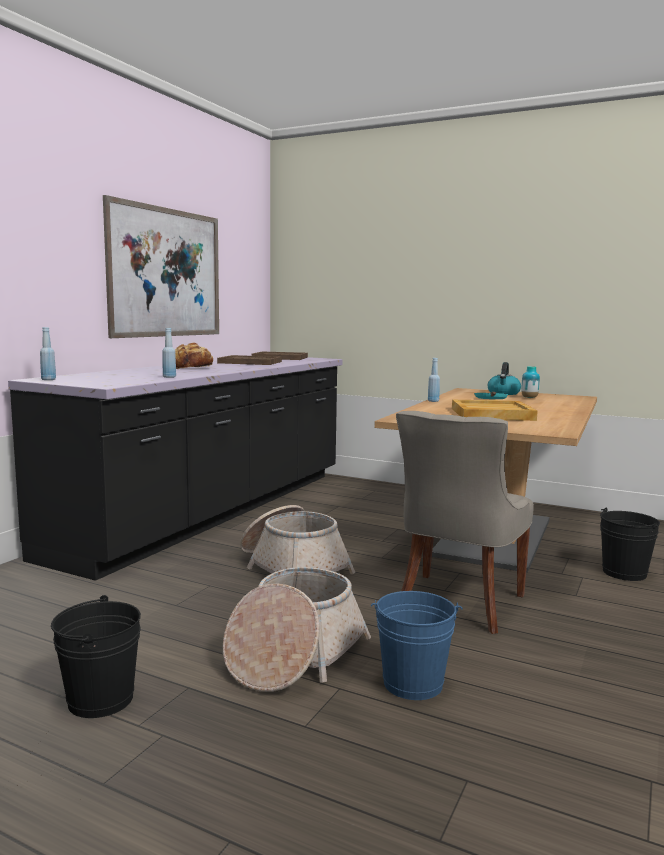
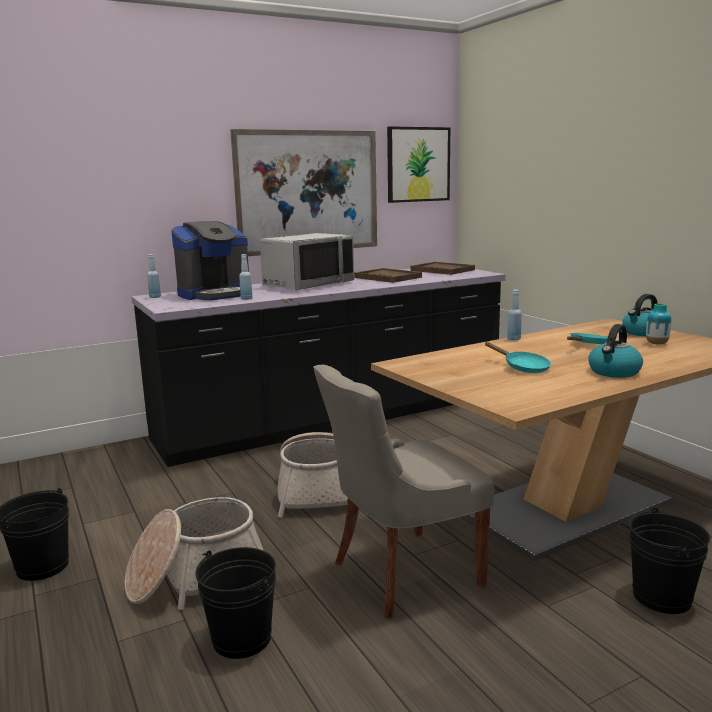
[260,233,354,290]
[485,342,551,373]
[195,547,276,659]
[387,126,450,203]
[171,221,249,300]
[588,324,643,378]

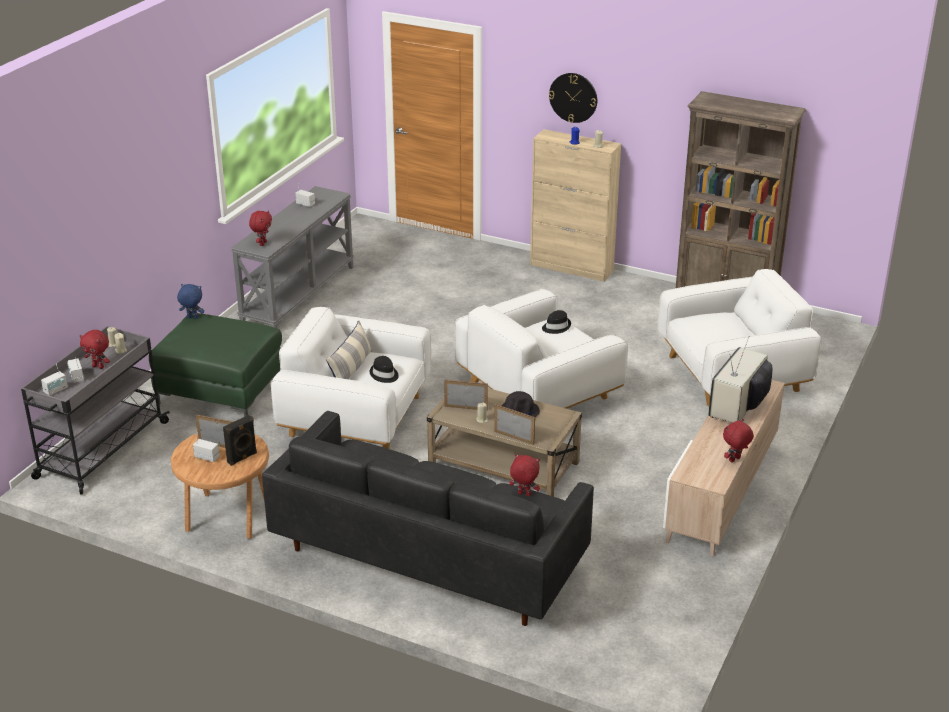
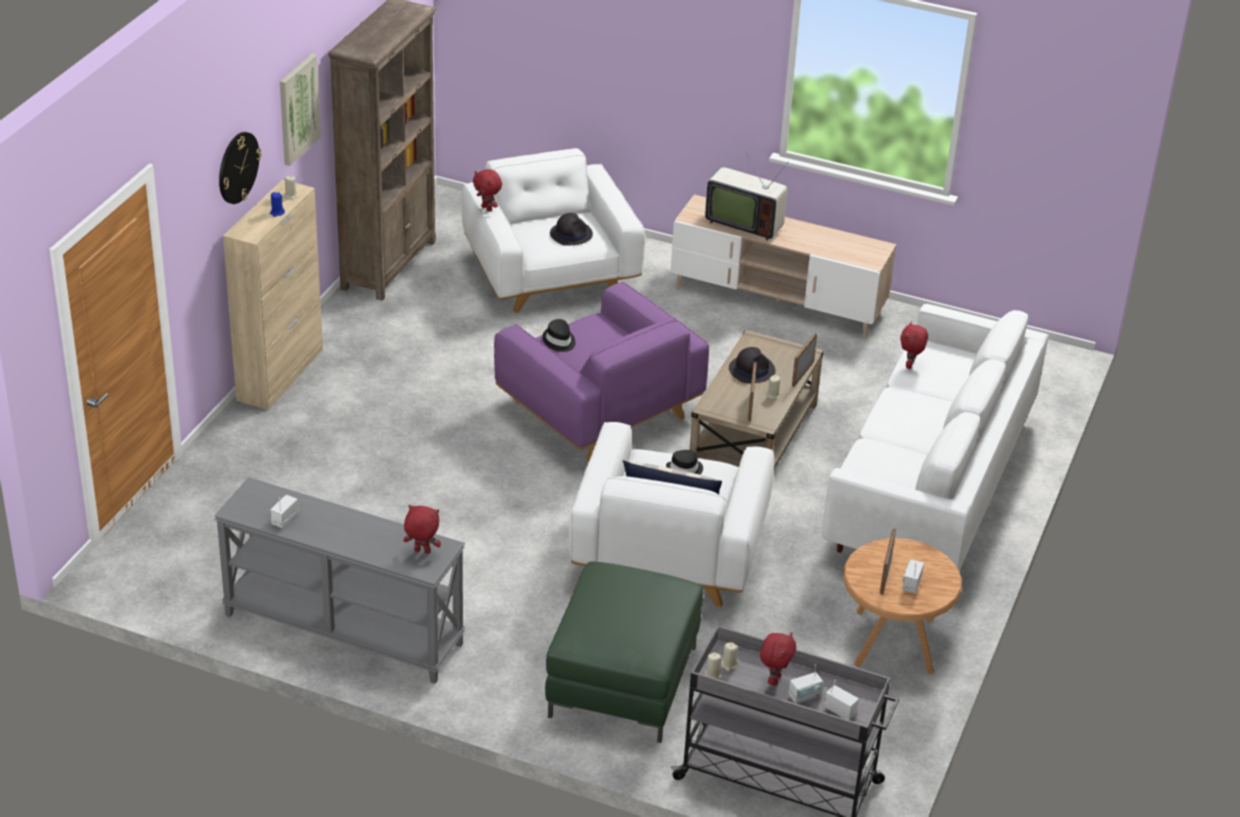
[177,284,204,319] (first image)
[494,282,709,461]
[822,304,1048,571]
[223,415,257,466] (first image)
[473,169,502,212]
[280,54,321,166]
[550,213,593,246]

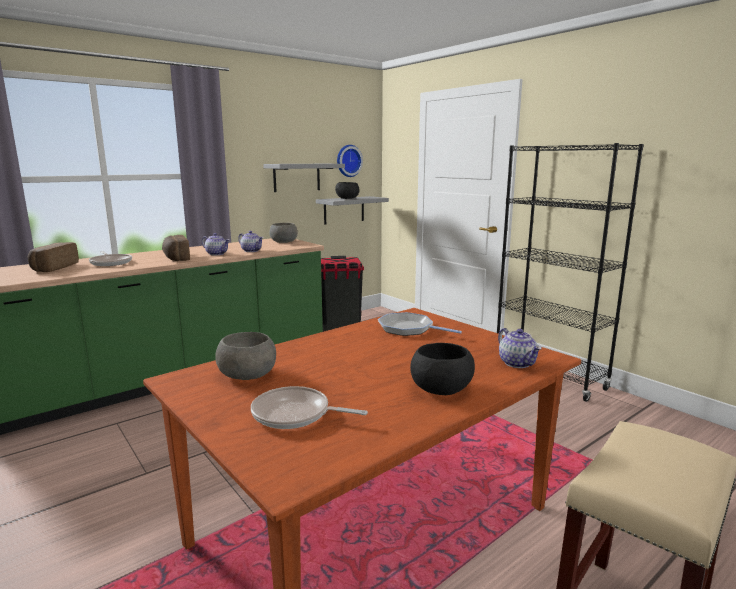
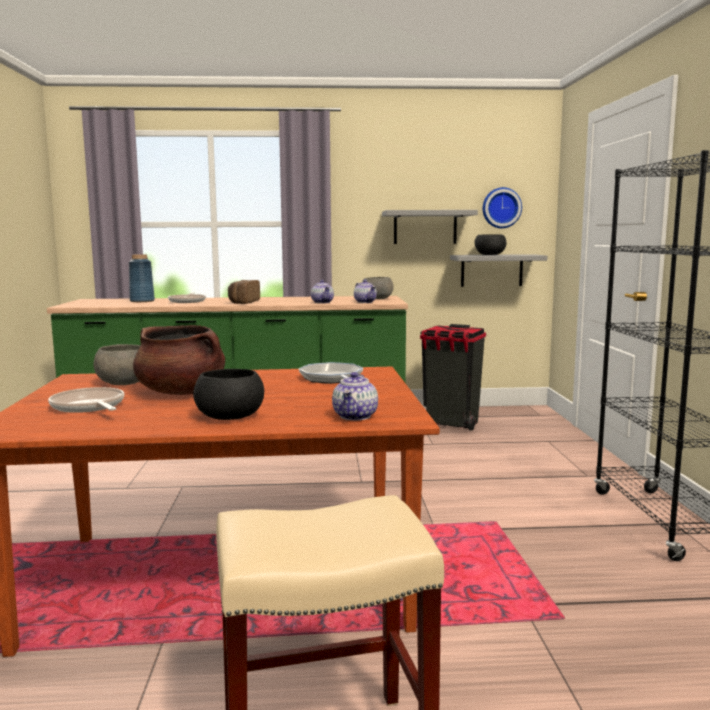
[354,280,377,303]
[129,254,155,302]
[133,325,225,395]

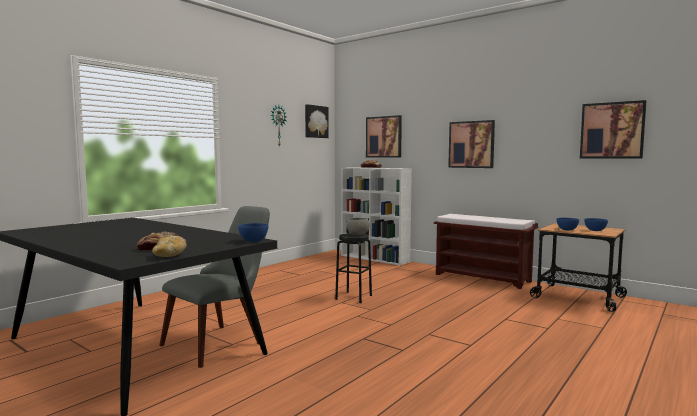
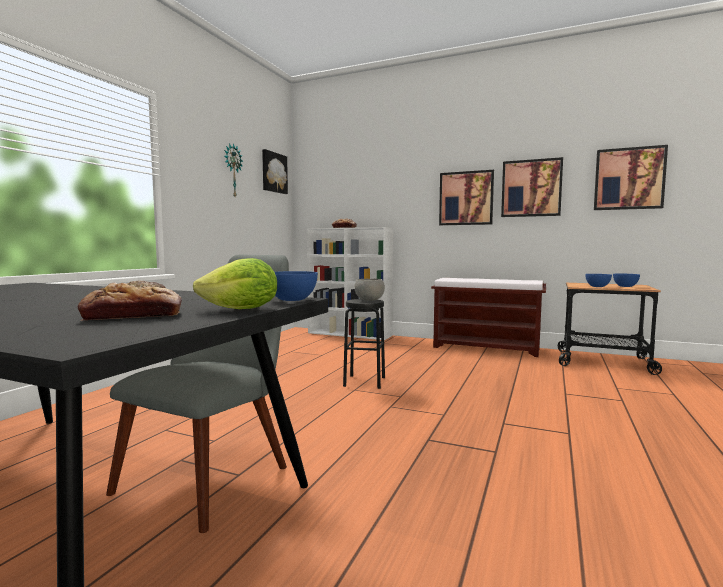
[501,157,563,217]
[152,236,187,257] (first image)
[193,258,277,309]

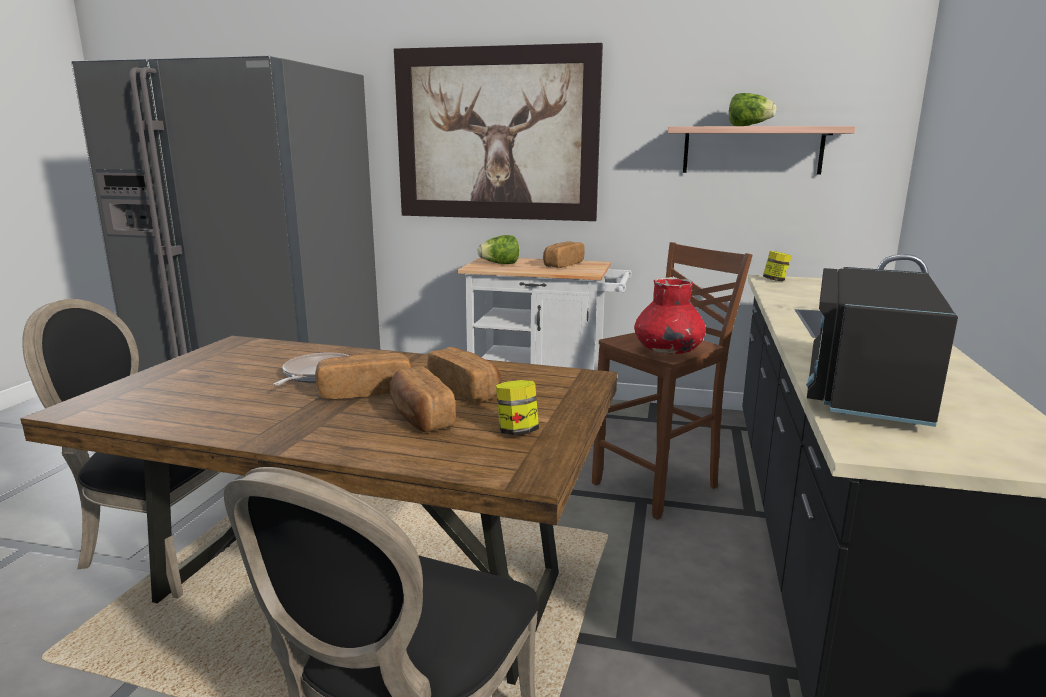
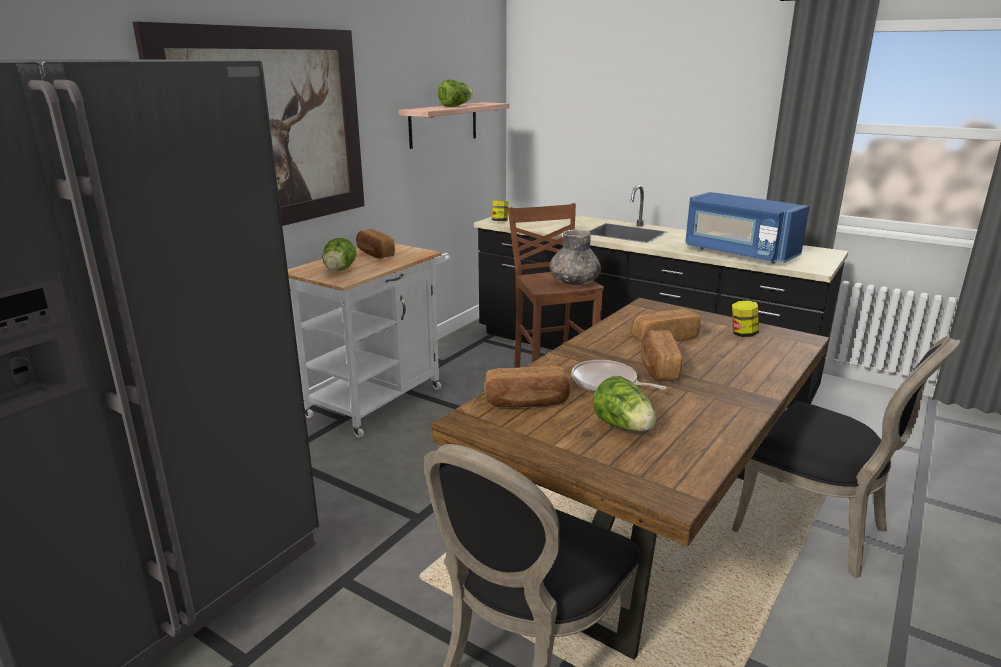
[685,192,810,264]
[550,229,601,285]
[485,366,570,407]
[593,376,656,431]

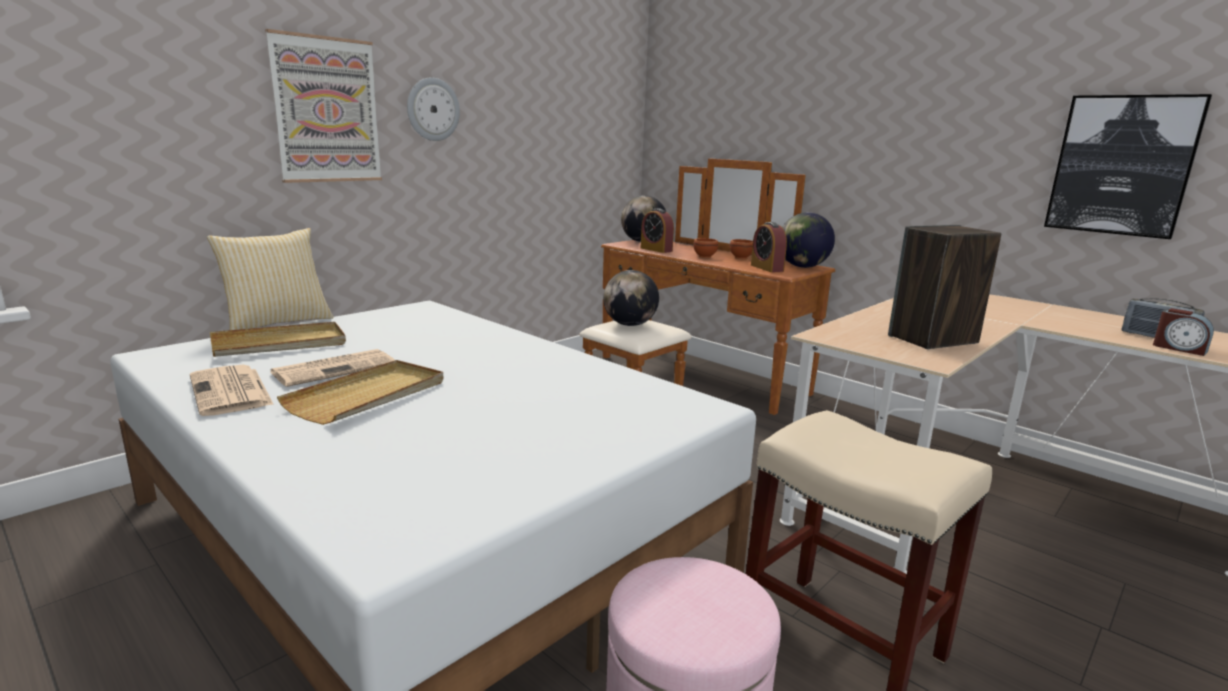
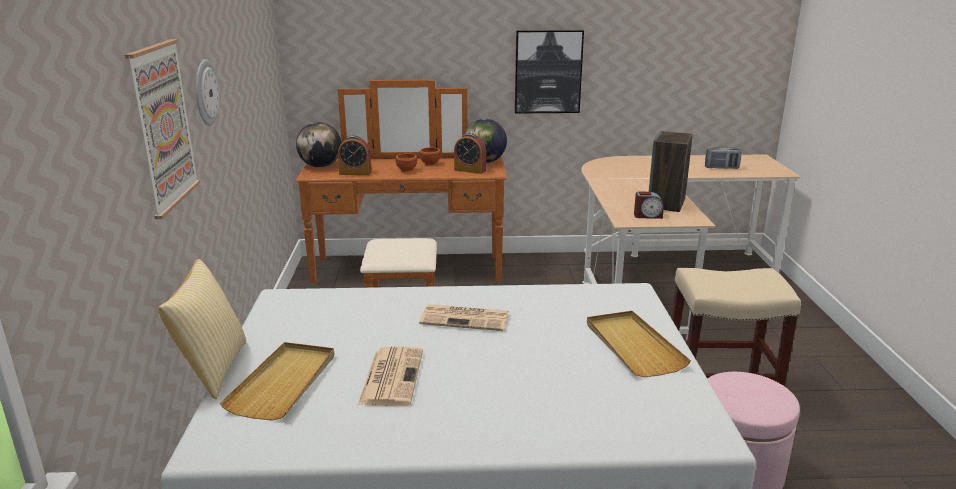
[515,30,584,114]
[603,270,659,326] (first image)
[634,192,664,219]
[587,311,691,377]
[419,304,509,331]

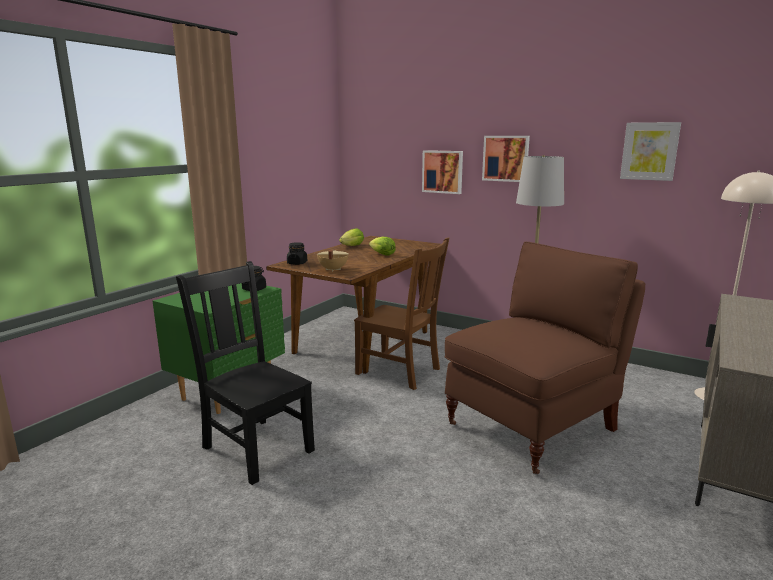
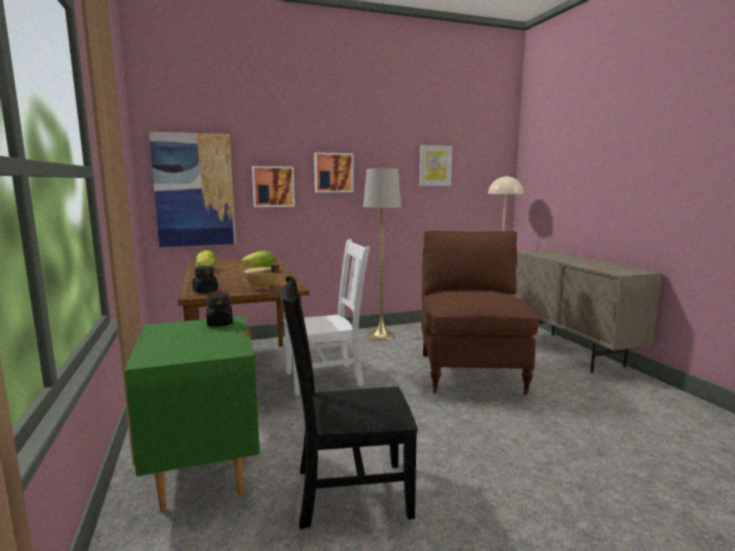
[284,239,370,396]
[149,132,236,247]

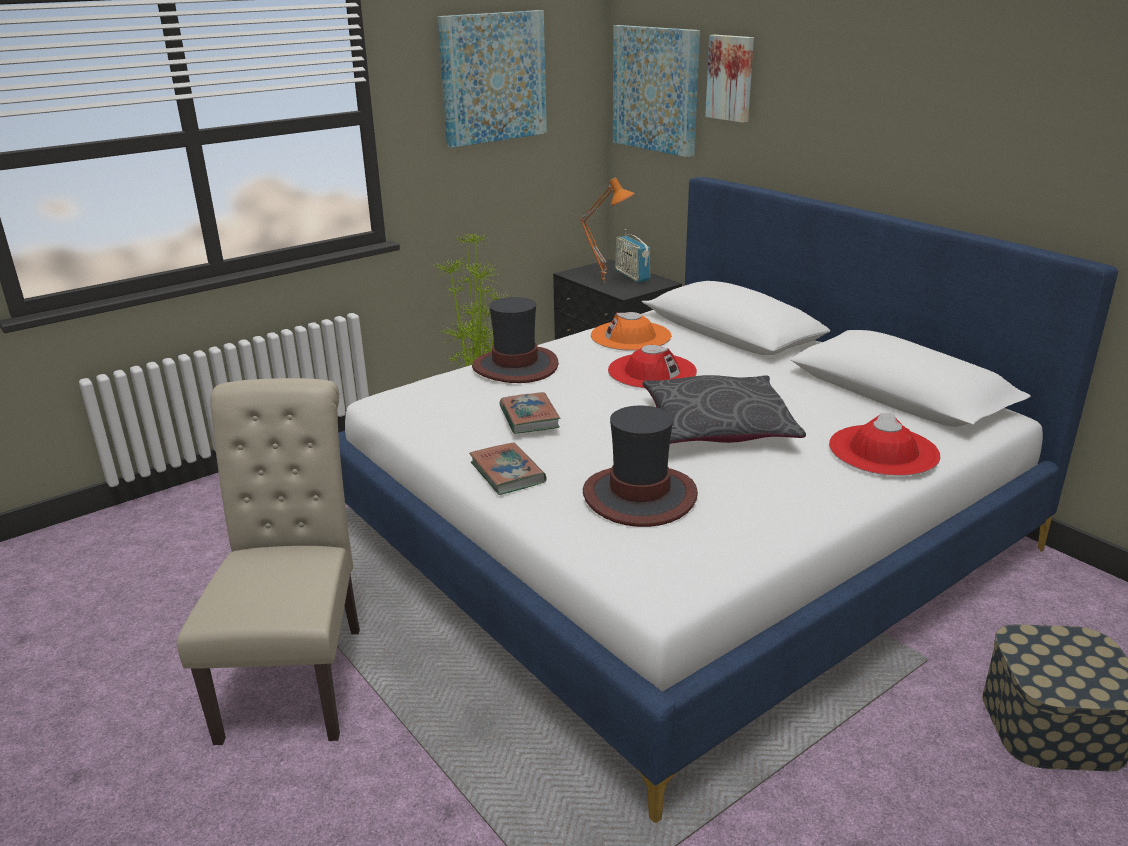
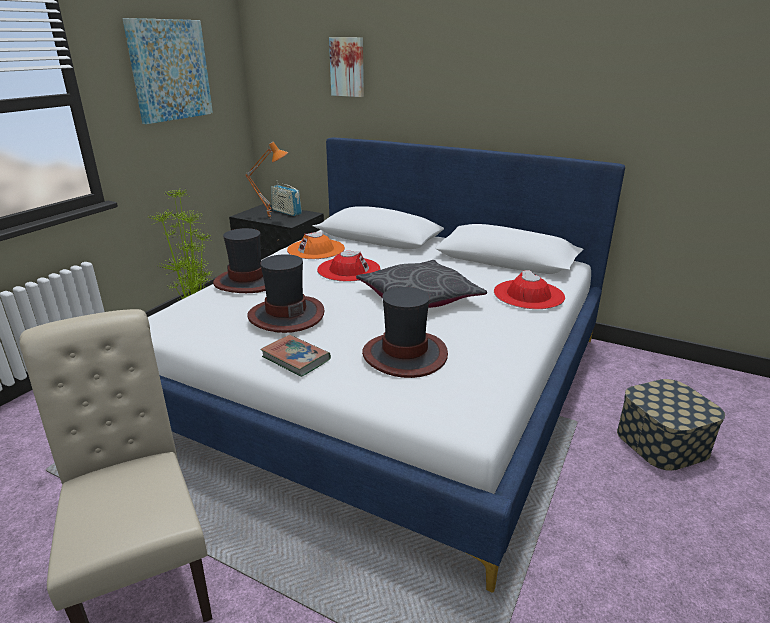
[613,25,700,158] (first image)
[247,254,325,333]

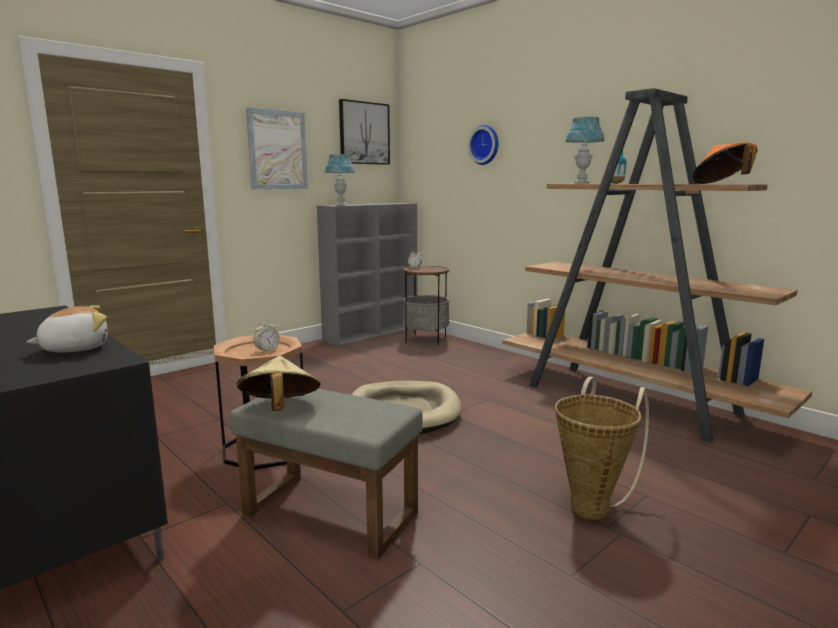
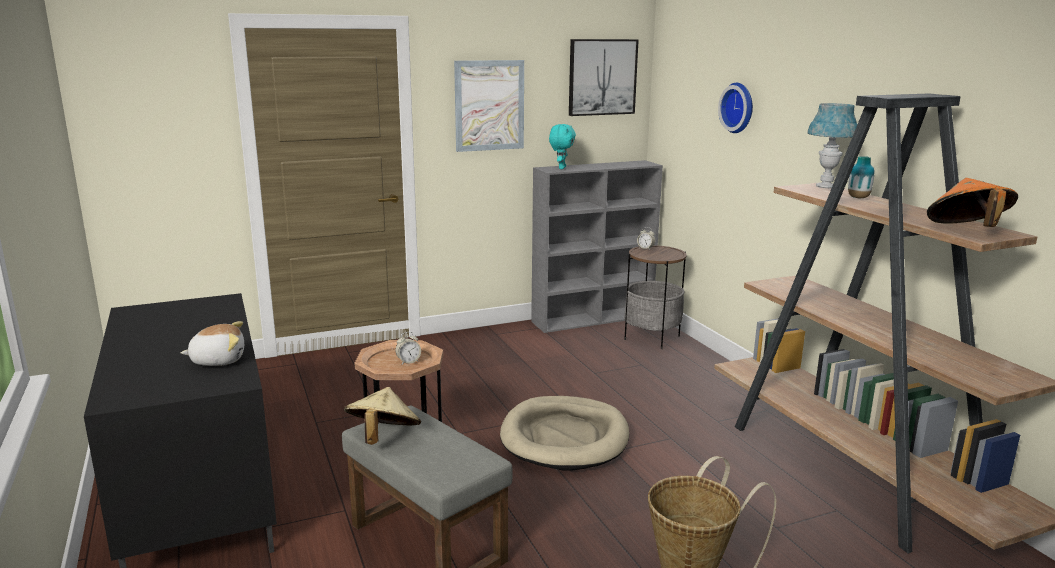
[549,124,576,169]

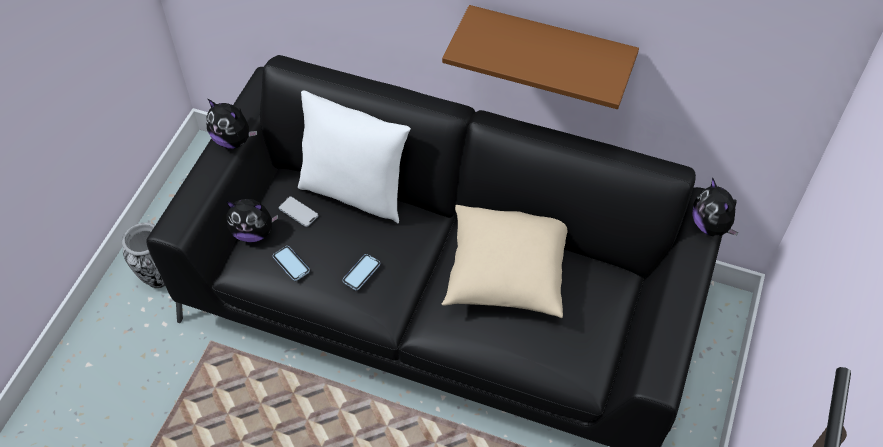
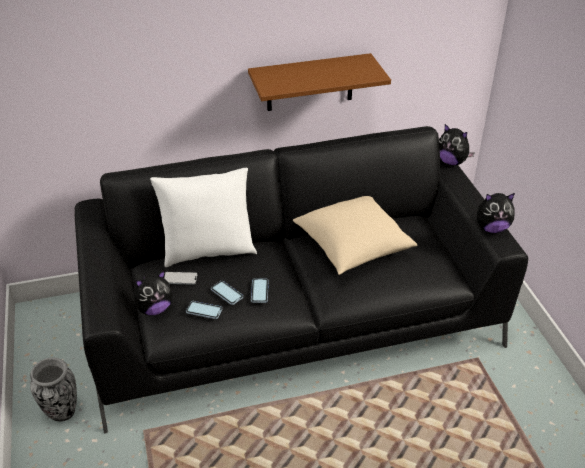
[477,193,515,233]
[211,281,243,305]

